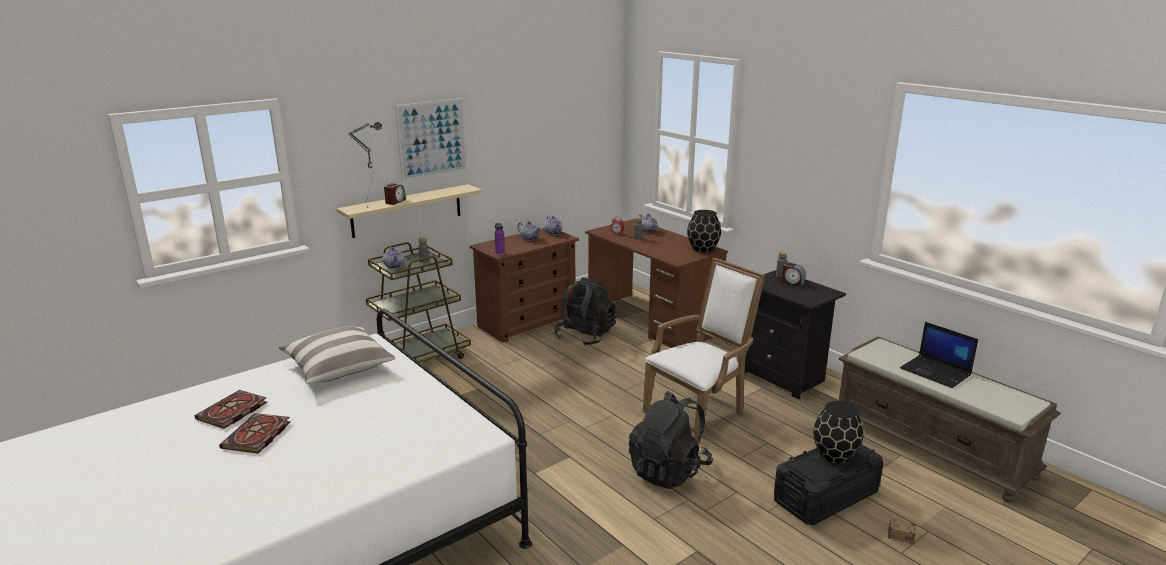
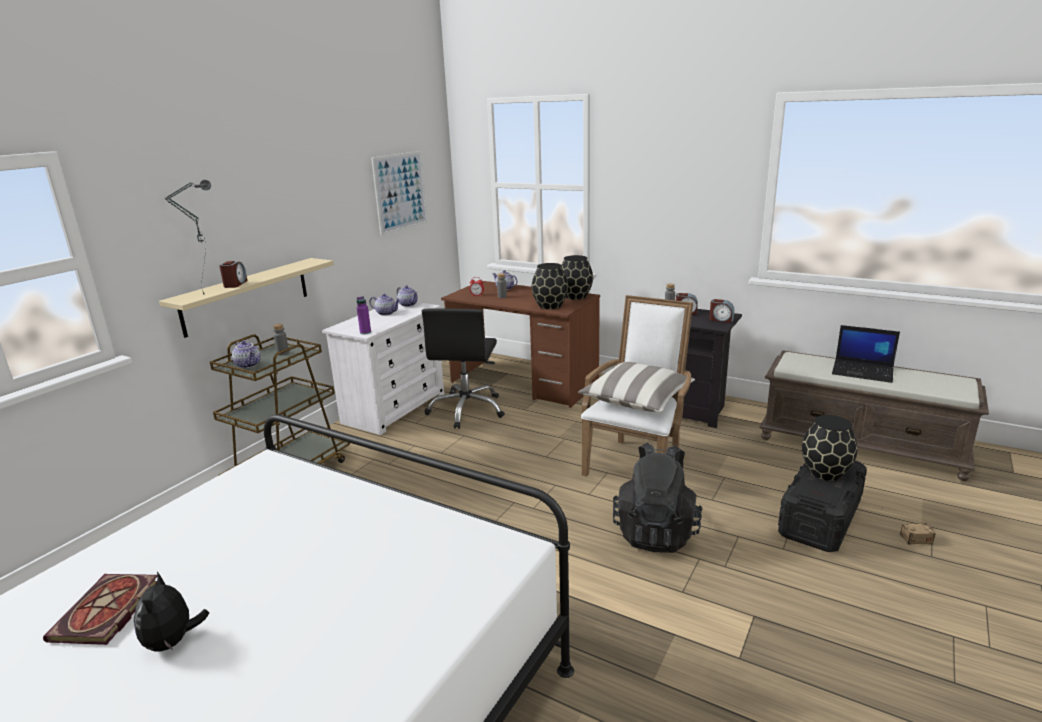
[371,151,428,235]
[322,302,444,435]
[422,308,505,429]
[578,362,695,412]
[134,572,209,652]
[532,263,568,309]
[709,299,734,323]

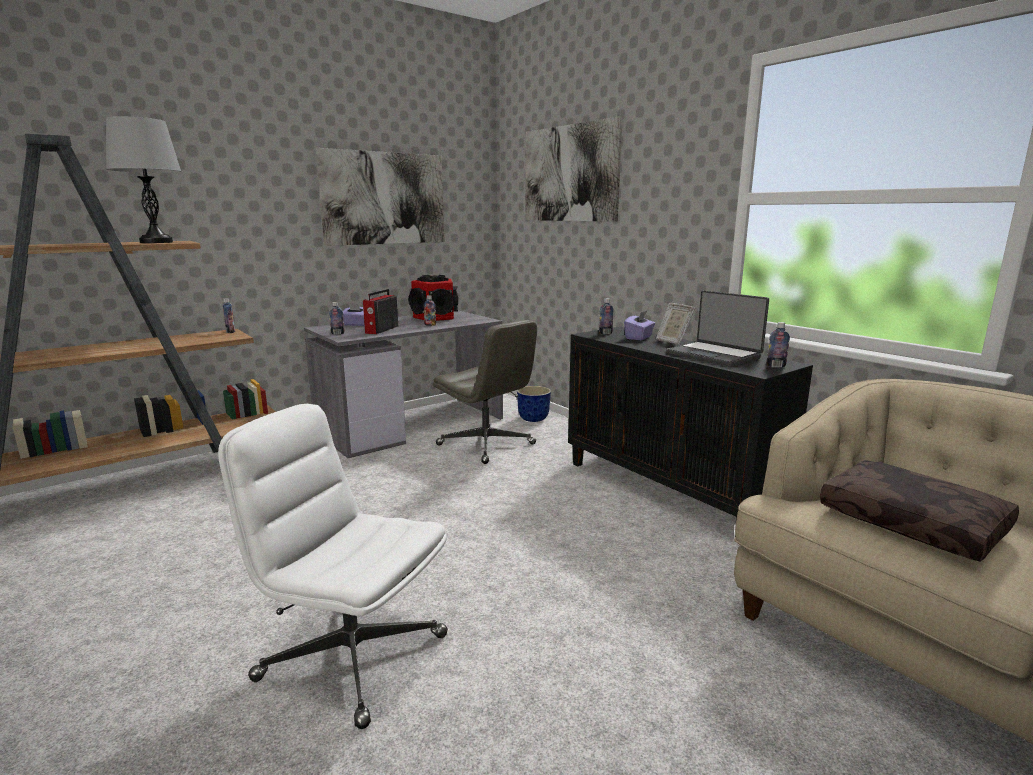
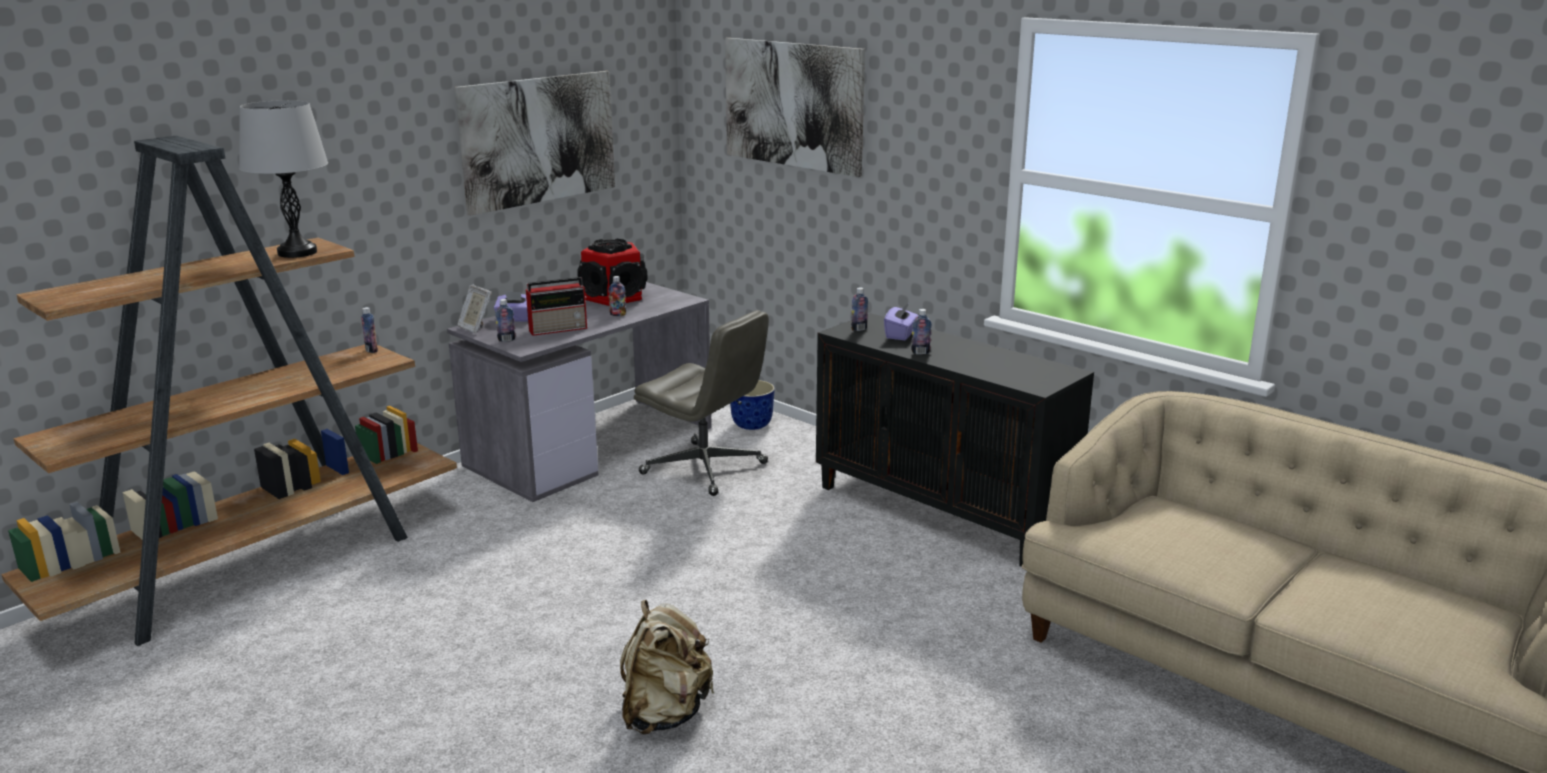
[526,277,587,336]
[666,290,769,367] (first image)
[457,284,492,334]
[911,309,932,355]
[620,600,714,735]
[820,460,1019,561] (first image)

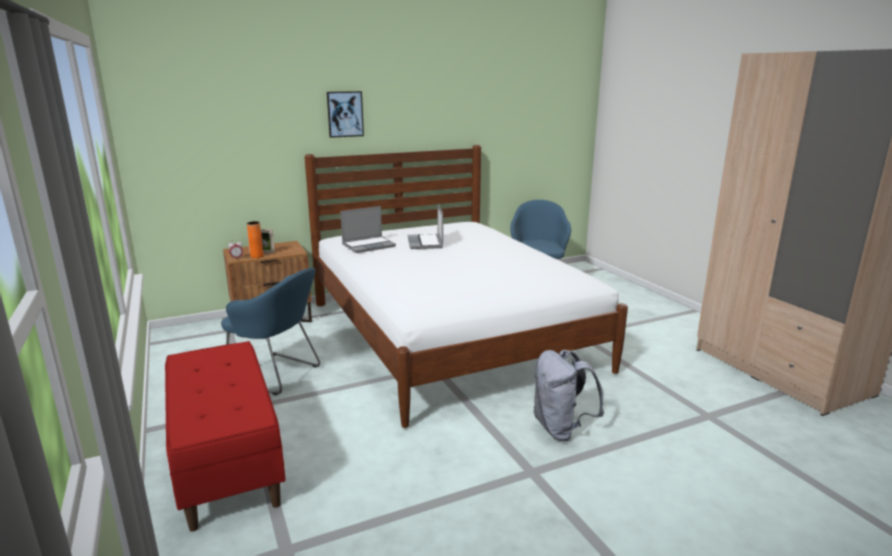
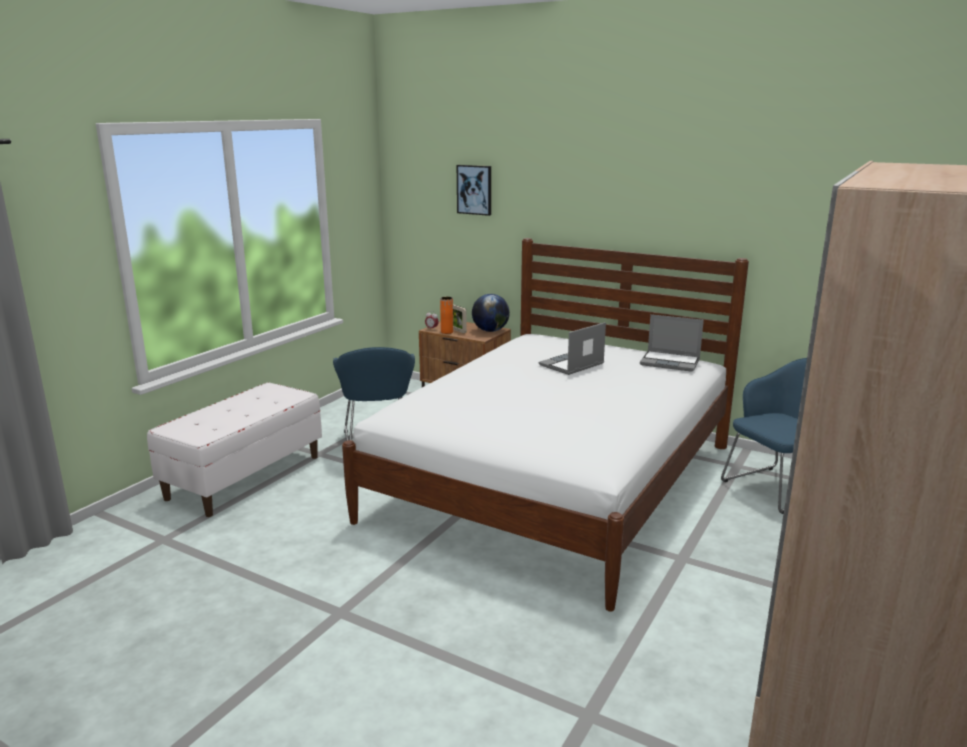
[457,165,491,216]
[640,314,704,372]
[147,382,322,517]
[533,350,604,441] (first image)
[472,294,510,332]

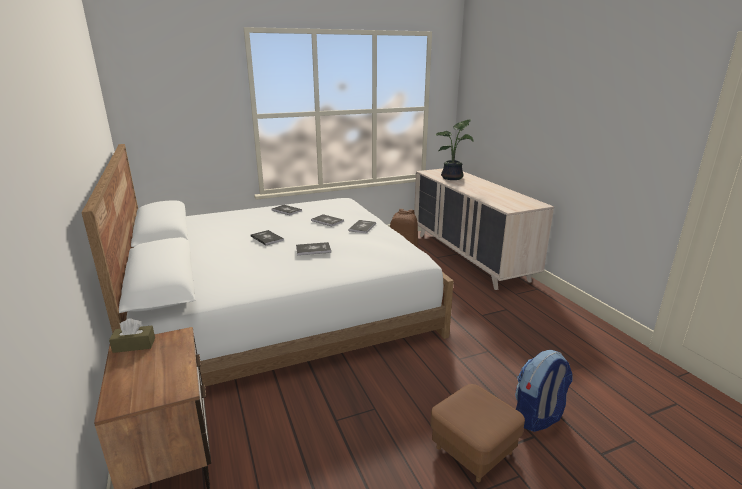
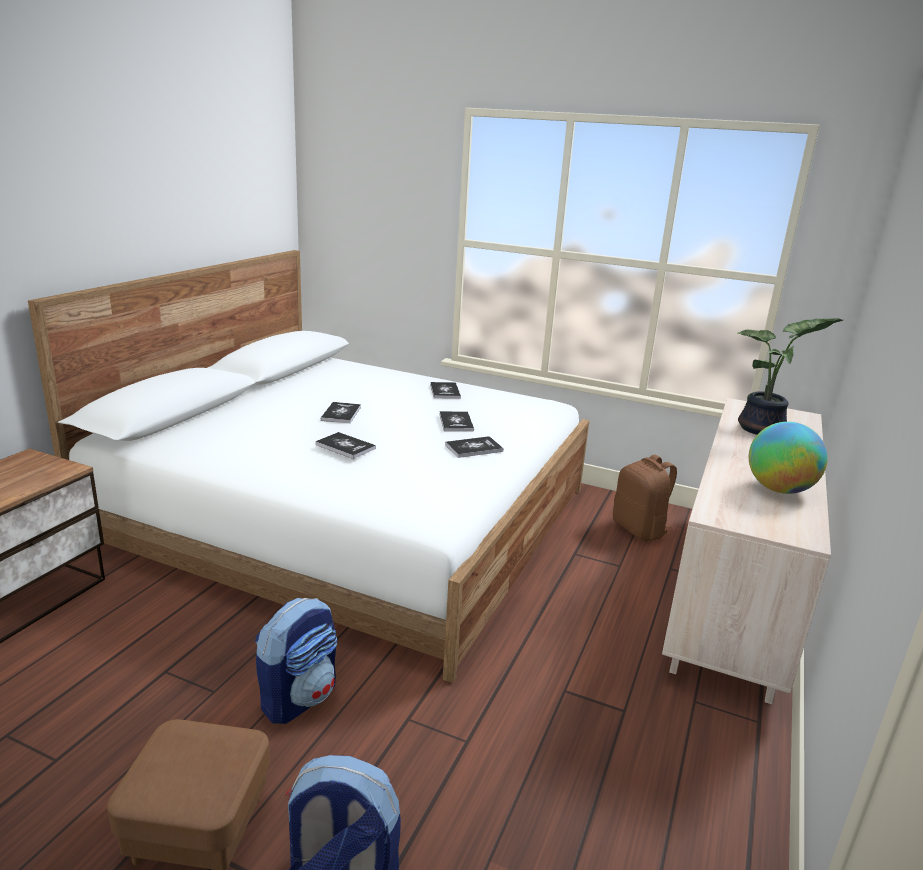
[109,318,155,353] (first image)
[749,422,828,494]
[255,598,337,724]

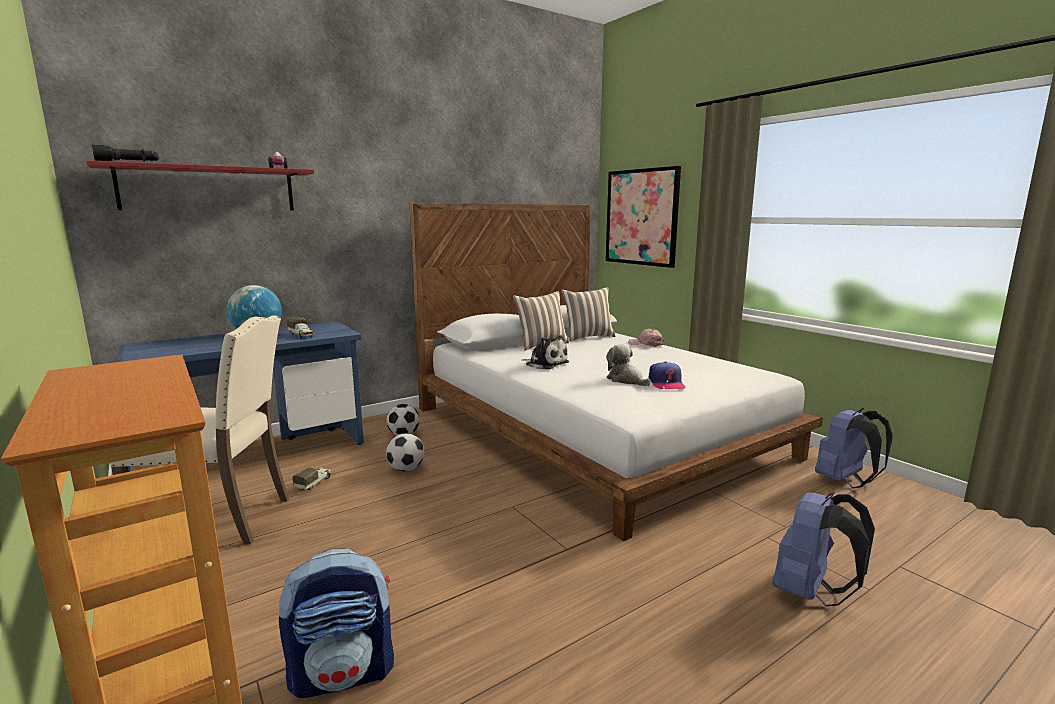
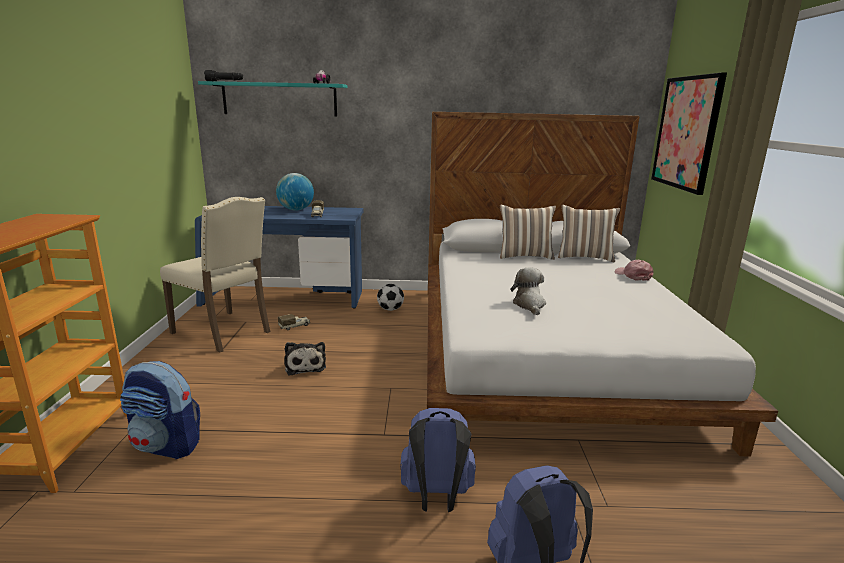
[198,81,347,117]
[285,342,326,376]
[648,361,685,389] (first image)
[400,408,476,512]
[386,433,425,471] (first image)

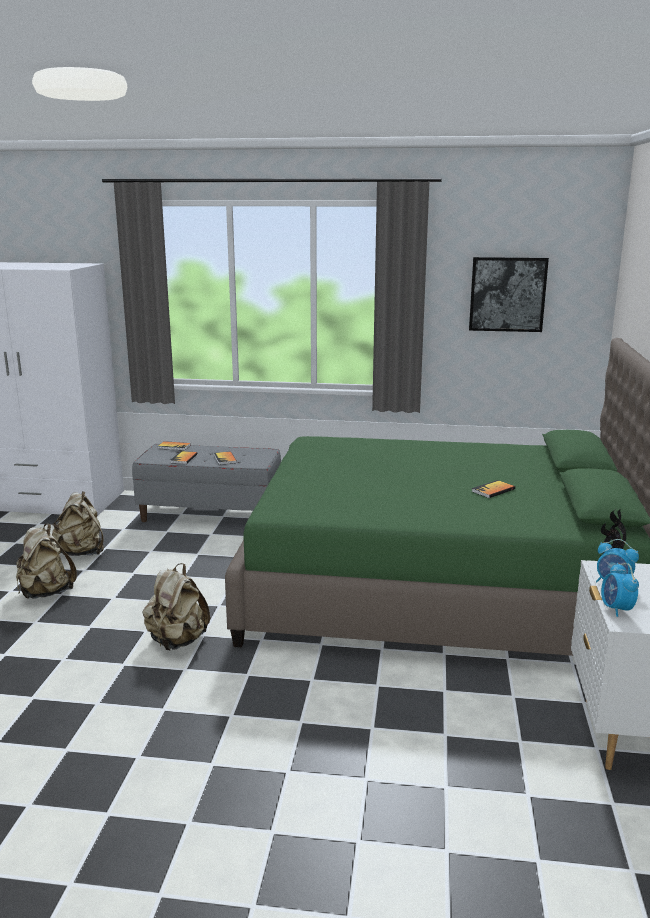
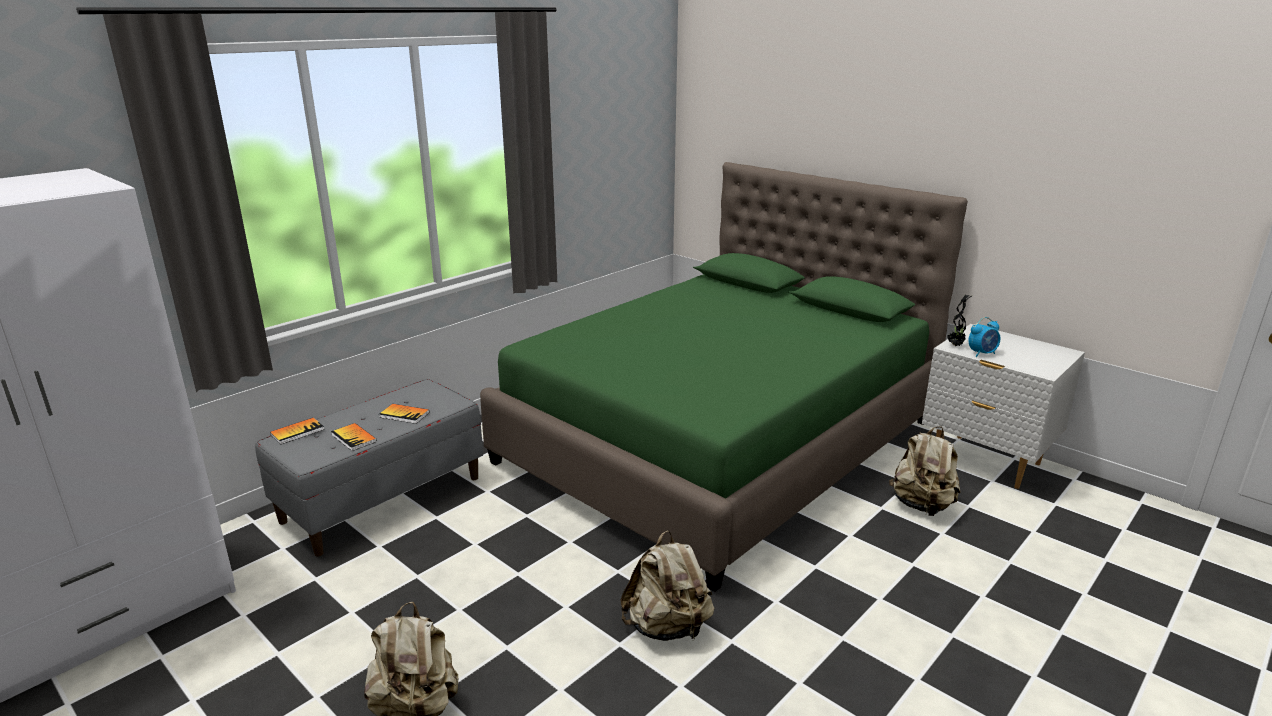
[469,257,549,332] (first image)
[472,480,515,498] (first image)
[889,426,961,516]
[601,563,639,617] (first image)

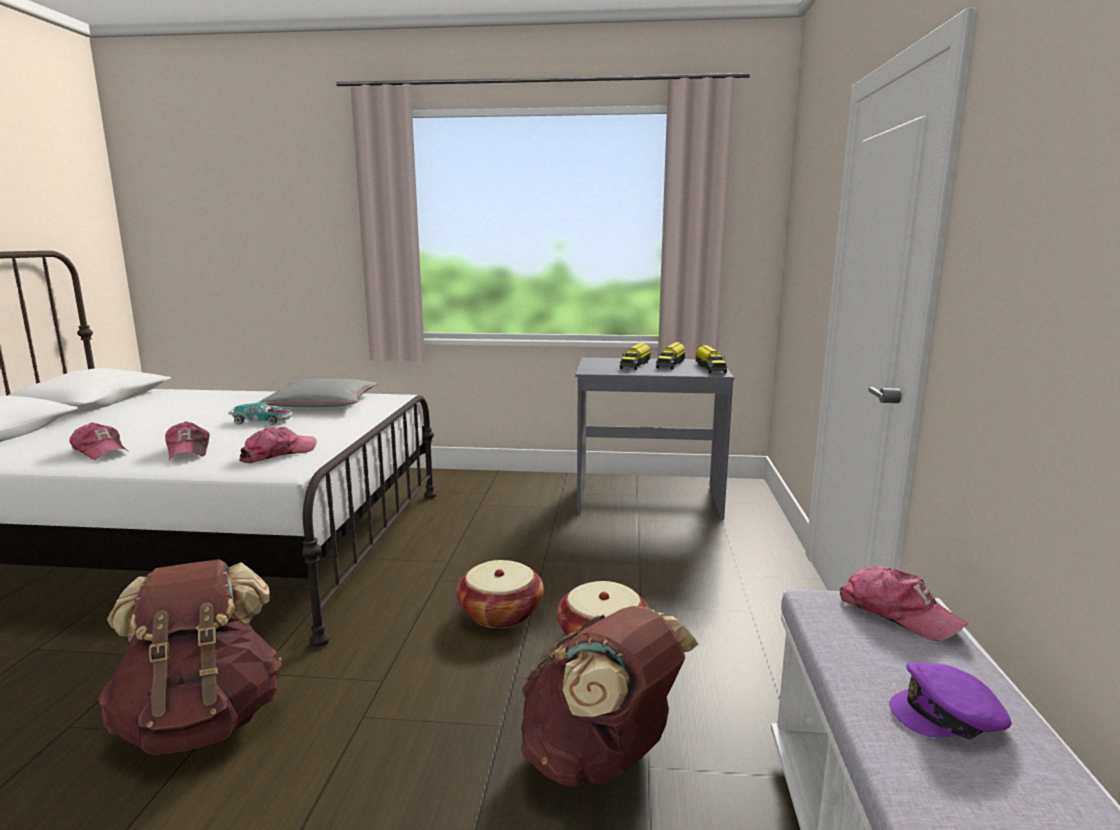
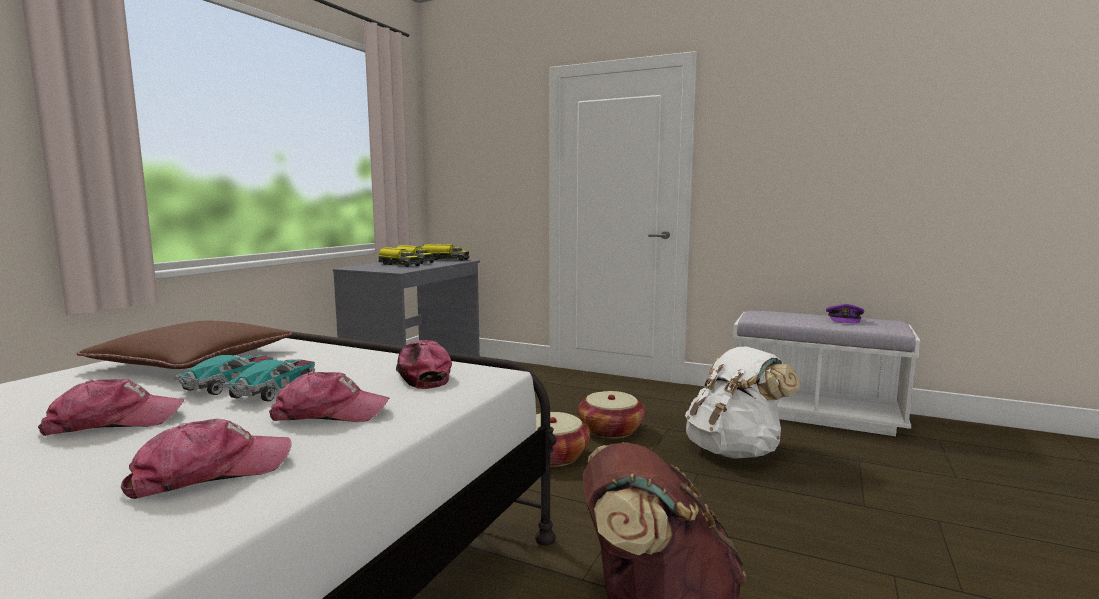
[77,321,293,369]
[38,379,184,436]
[685,346,800,459]
[223,359,315,402]

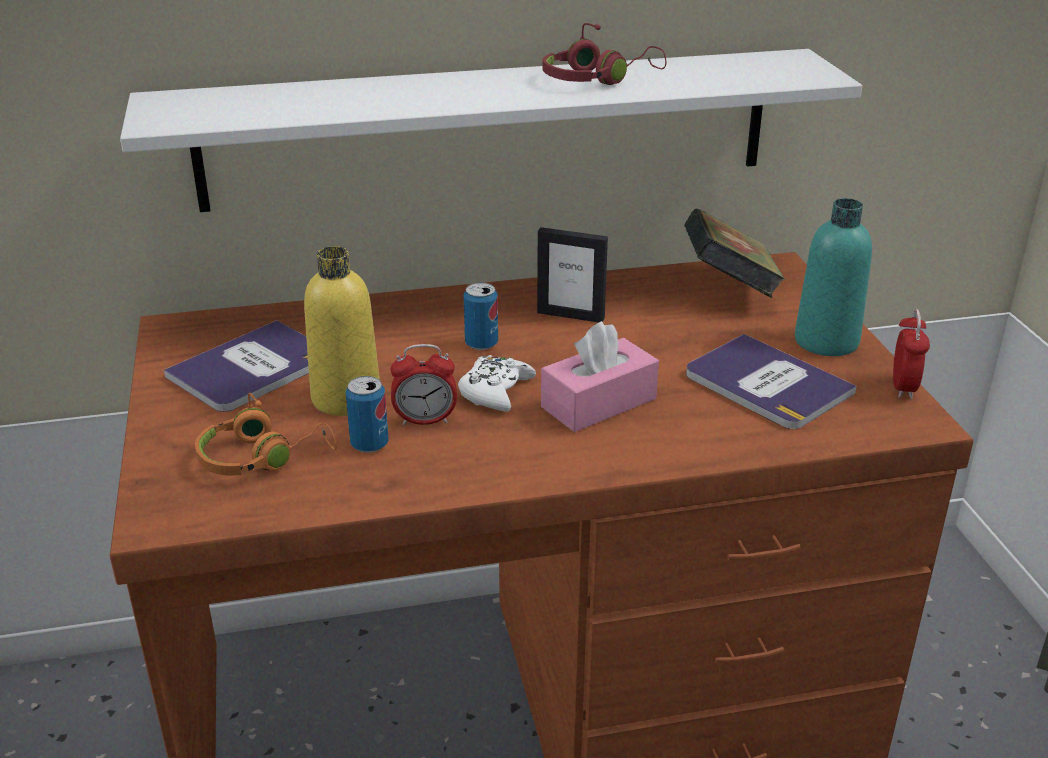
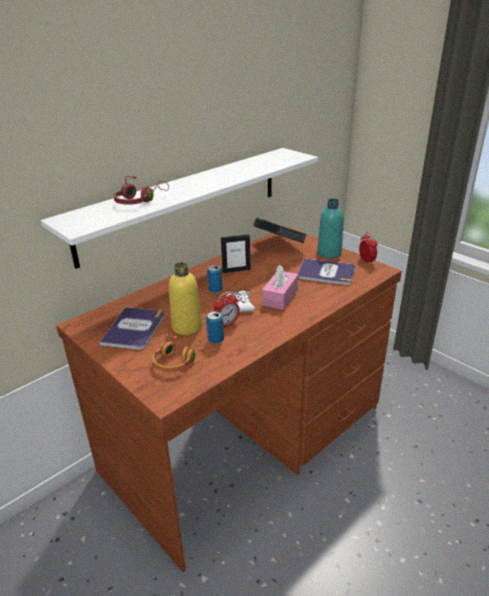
[113,176,169,205]

